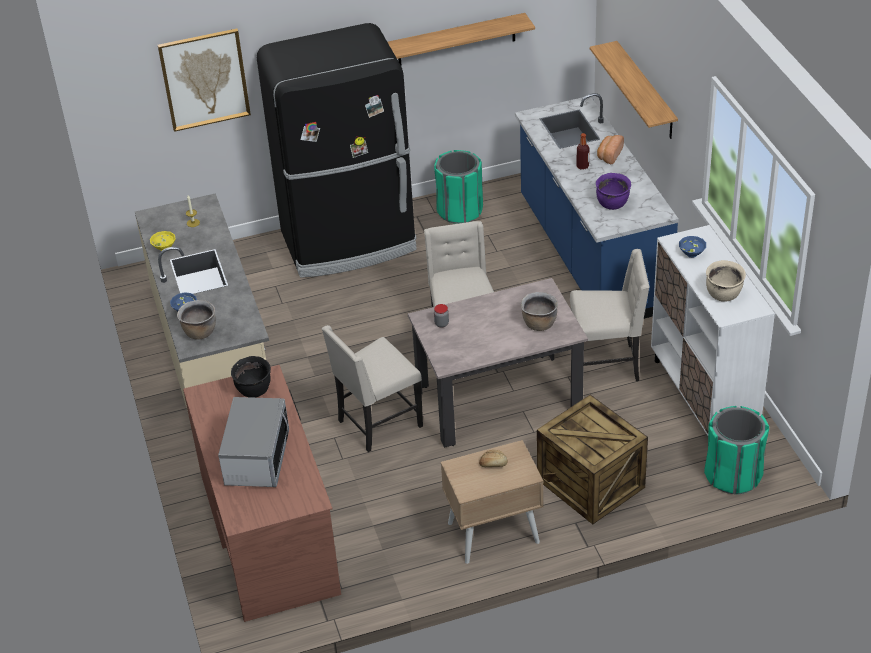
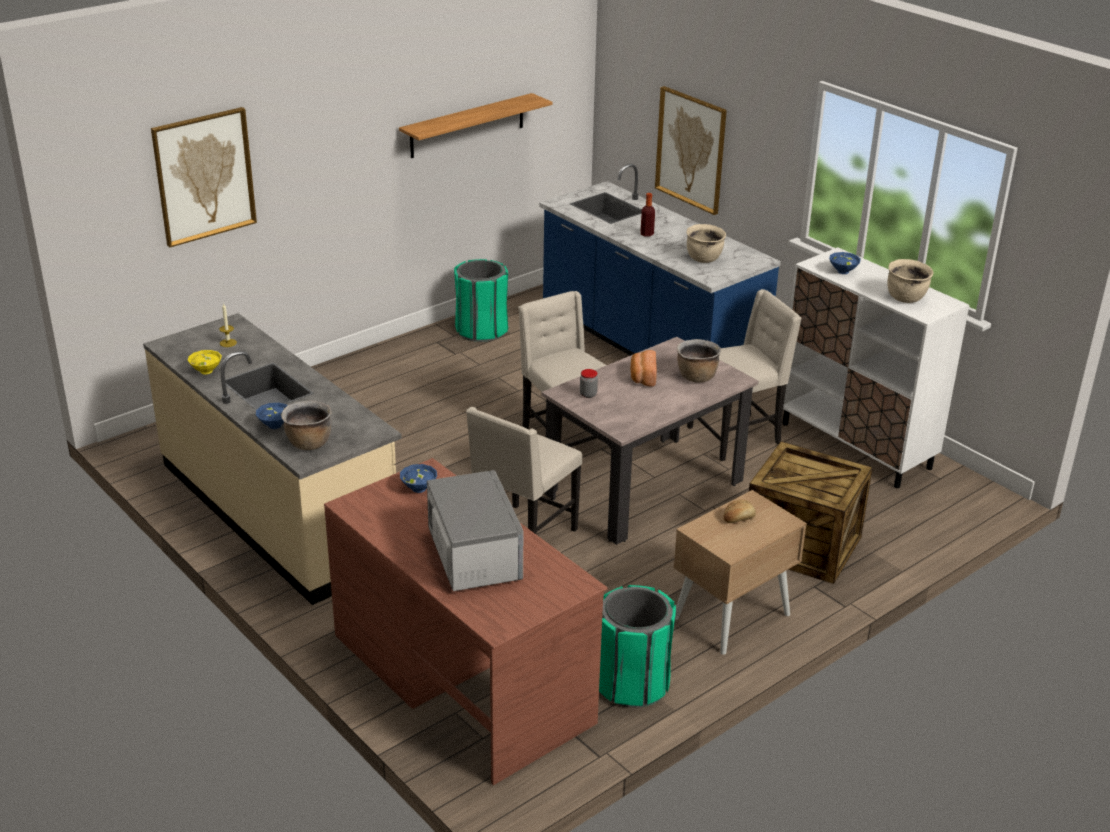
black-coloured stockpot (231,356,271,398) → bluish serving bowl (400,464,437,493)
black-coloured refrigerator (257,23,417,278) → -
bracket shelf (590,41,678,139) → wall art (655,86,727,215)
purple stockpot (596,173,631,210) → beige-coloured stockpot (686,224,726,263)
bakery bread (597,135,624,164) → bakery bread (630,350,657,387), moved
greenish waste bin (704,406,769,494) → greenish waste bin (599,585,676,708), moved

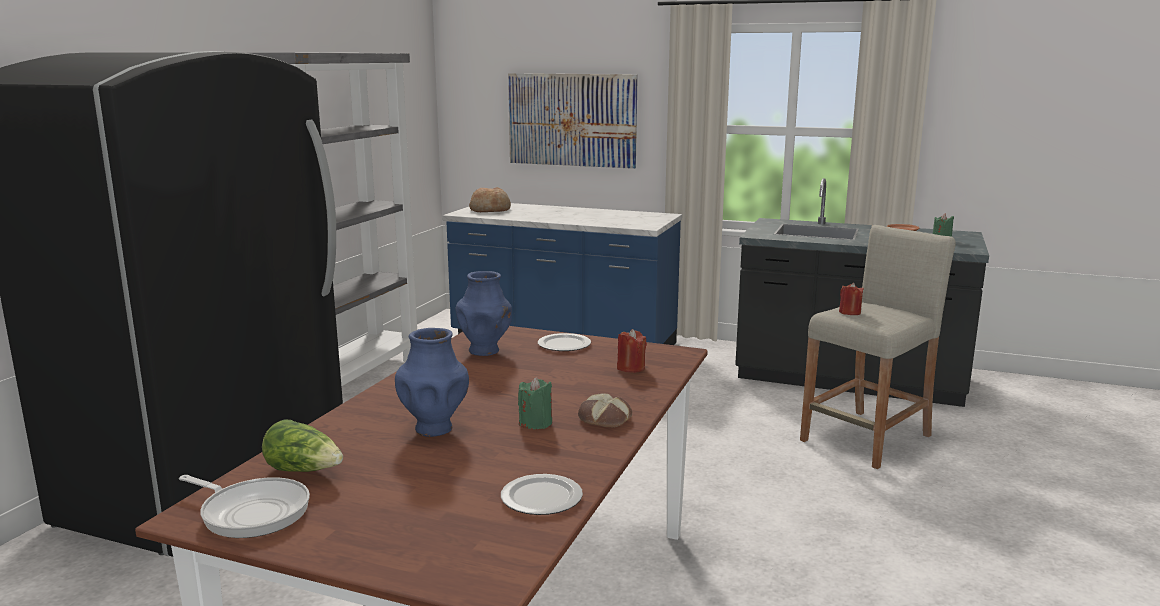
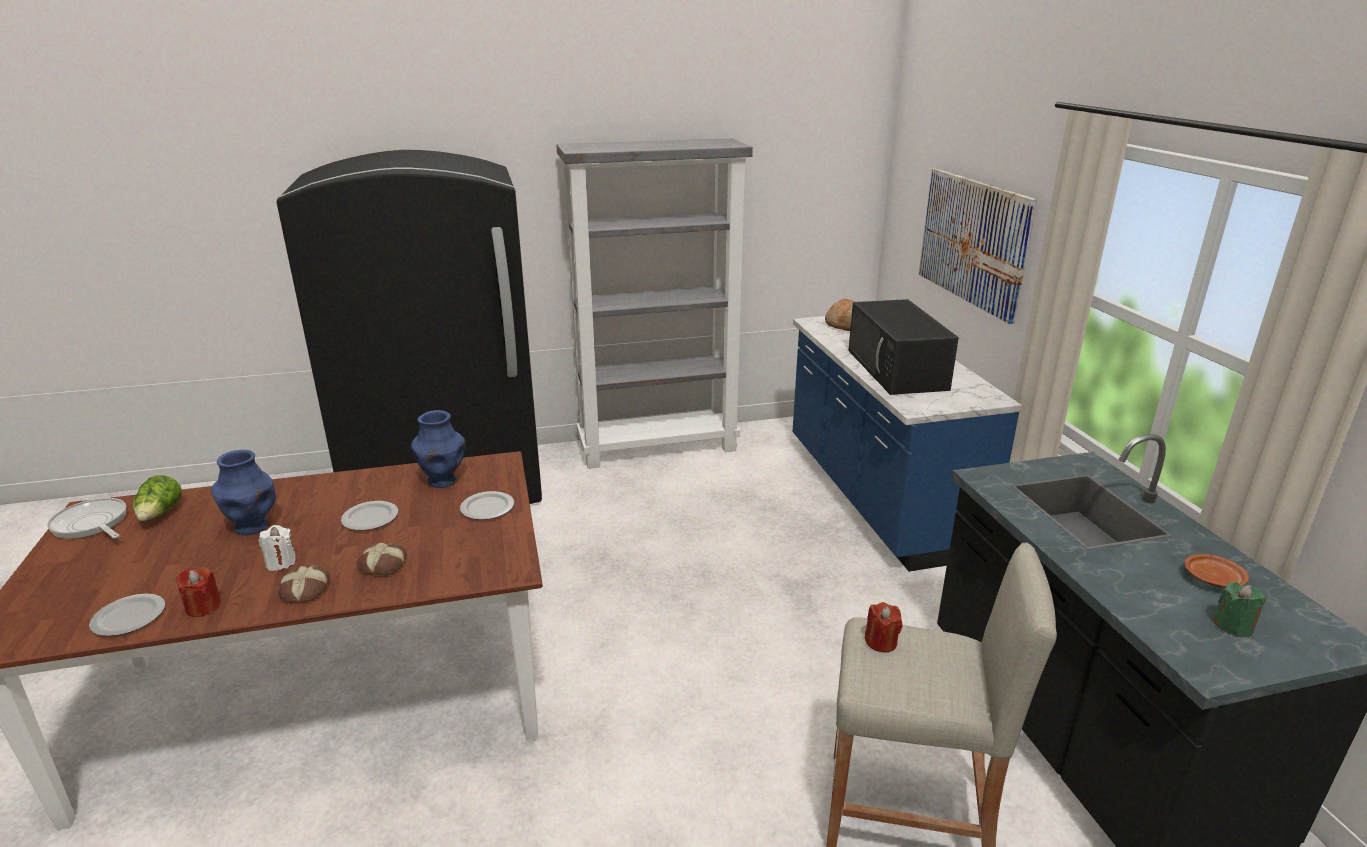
frying pan (179,475,310,538) → frying pan (47,498,126,539), 135 degrees clockwise
greenish candle (518,377,552,429) → white candle (258,525,297,571)
reddish candle (617,329,647,373) → reddish candle (176,567,221,617), moved
- → dinner plate (341,501,398,531)
- → bakery bread (357,543,407,576)
- → black-coloured microwave (848,299,959,395)

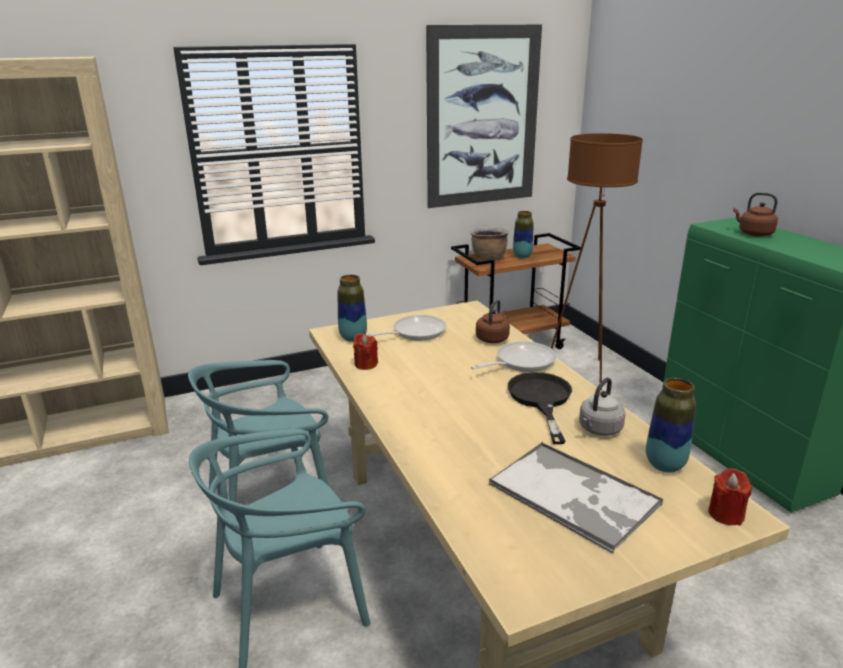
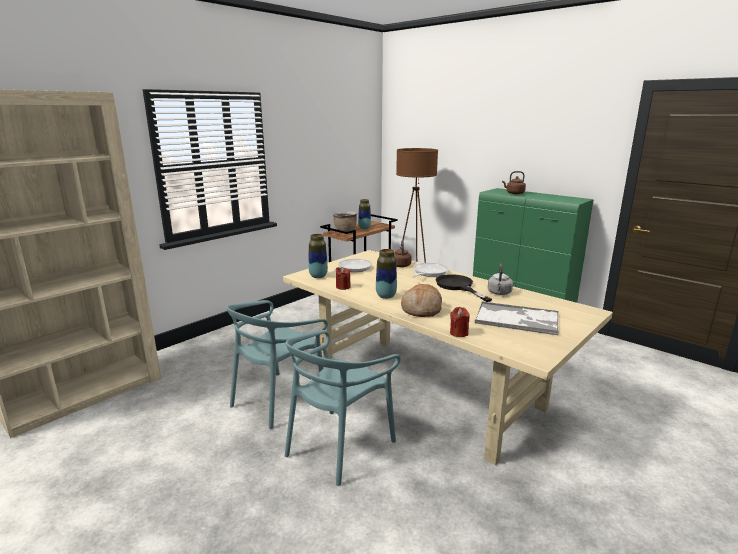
wall art (426,25,542,208) → -
vase (646,378,696,473) → vase (376,249,397,299), moved
reddish candle (708,468,752,525) → reddish candle (450,307,470,337), moved
- → bakery bread (401,284,442,317)

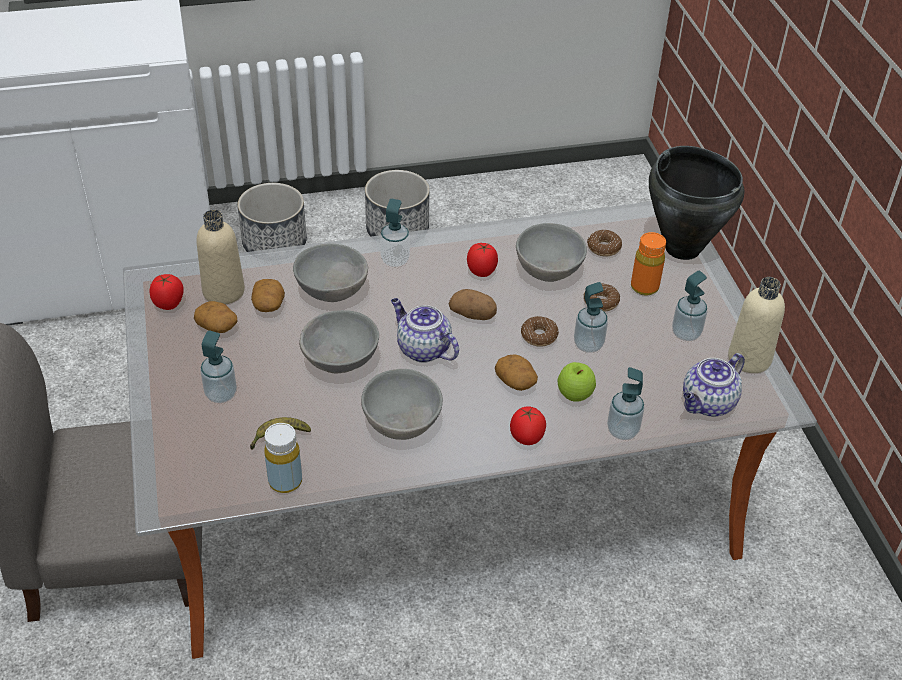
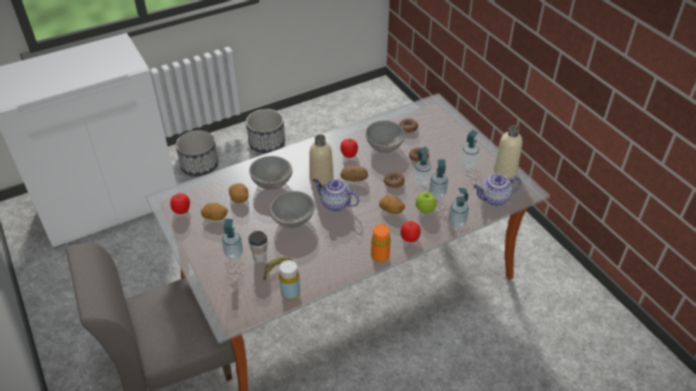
beige-coloured beverage bottle (197,210,245,305) → beige-coloured beverage bottle (309,134,334,187), moved
grey serving bowl (361,369,443,440) → -
soap dispenser (380,199,410,267) → soap dispenser (429,159,448,199), moved
orangey beverage bottle (631,232,666,296) → orangey beverage bottle (371,224,391,263), moved
black-coloured stockpot (649,146,744,260) → -
tea pot (683,353,745,417) → tea pot (474,174,521,206), 45 degrees clockwise
- → cup (248,231,267,263)

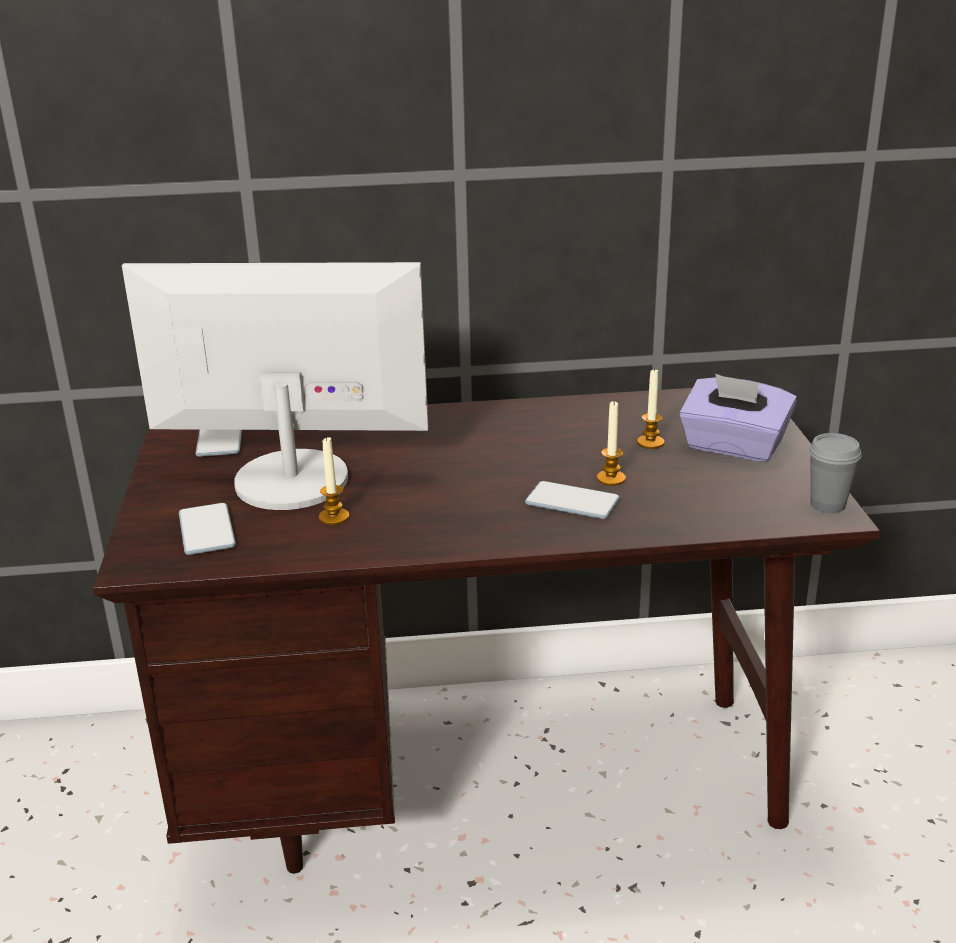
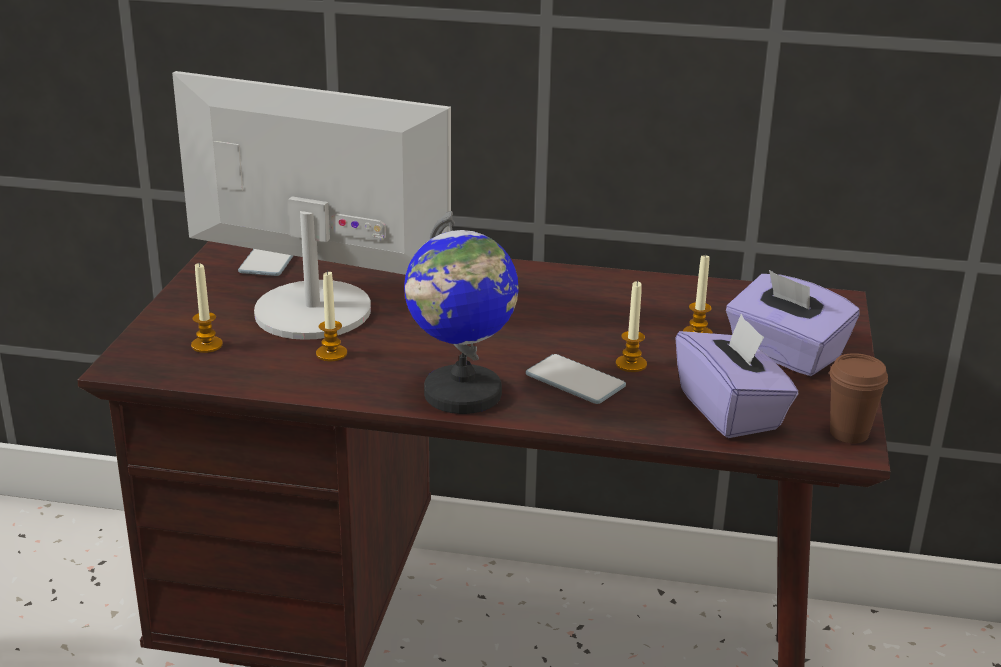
handset (179,503,236,555) → candle (191,263,223,353)
grey cup (809,433,862,513) → brown-coloured cup (829,353,888,443)
- → desk globe (404,211,519,414)
- → purple tissue holder (675,313,798,438)

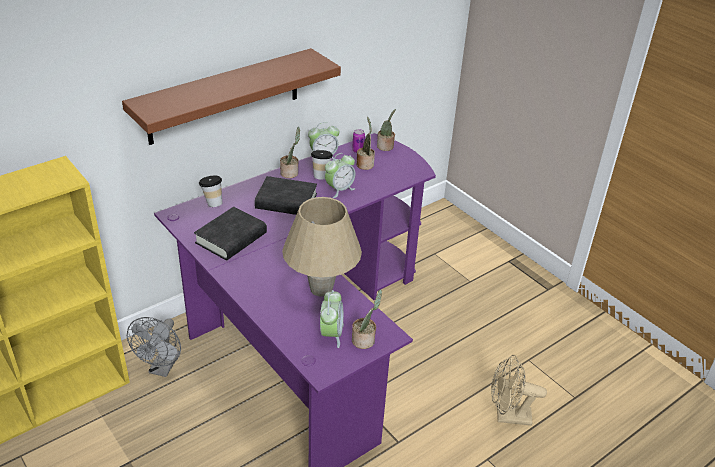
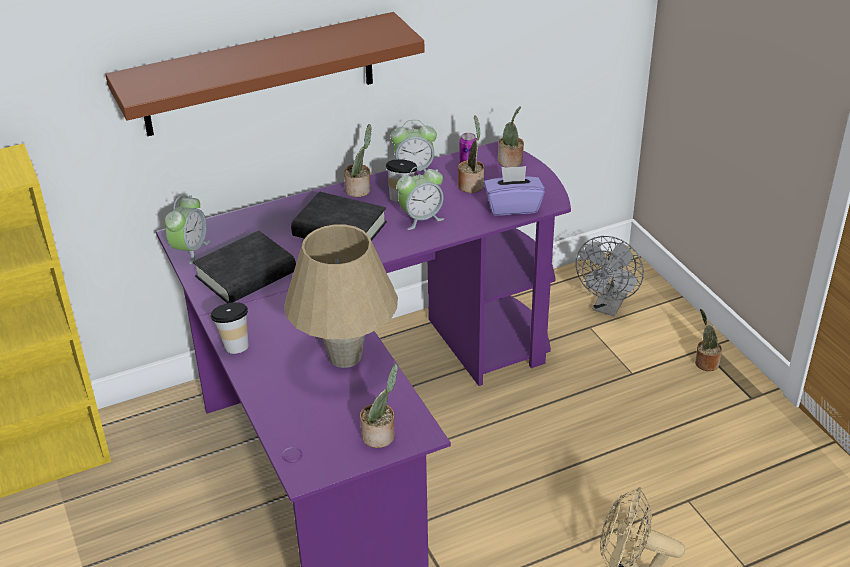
grey fan (127,317,181,377) → grey fan (576,236,644,316), moved
cup (199,176,222,207) → cup (210,302,249,354), moved
alarm clock (320,290,344,348) → alarm clock (164,195,210,264), moved
- → purple tissue holder (484,166,545,216)
- → houseplant (695,309,722,371)

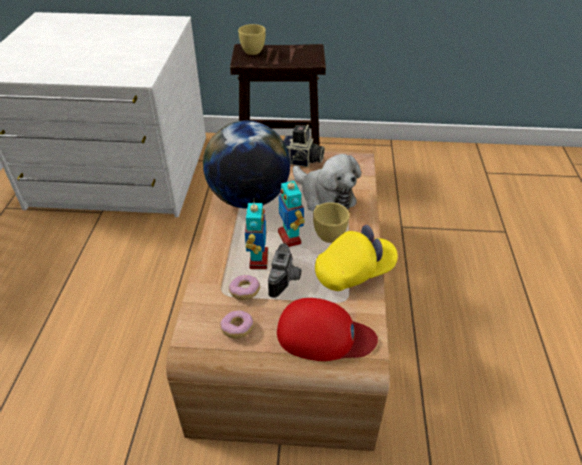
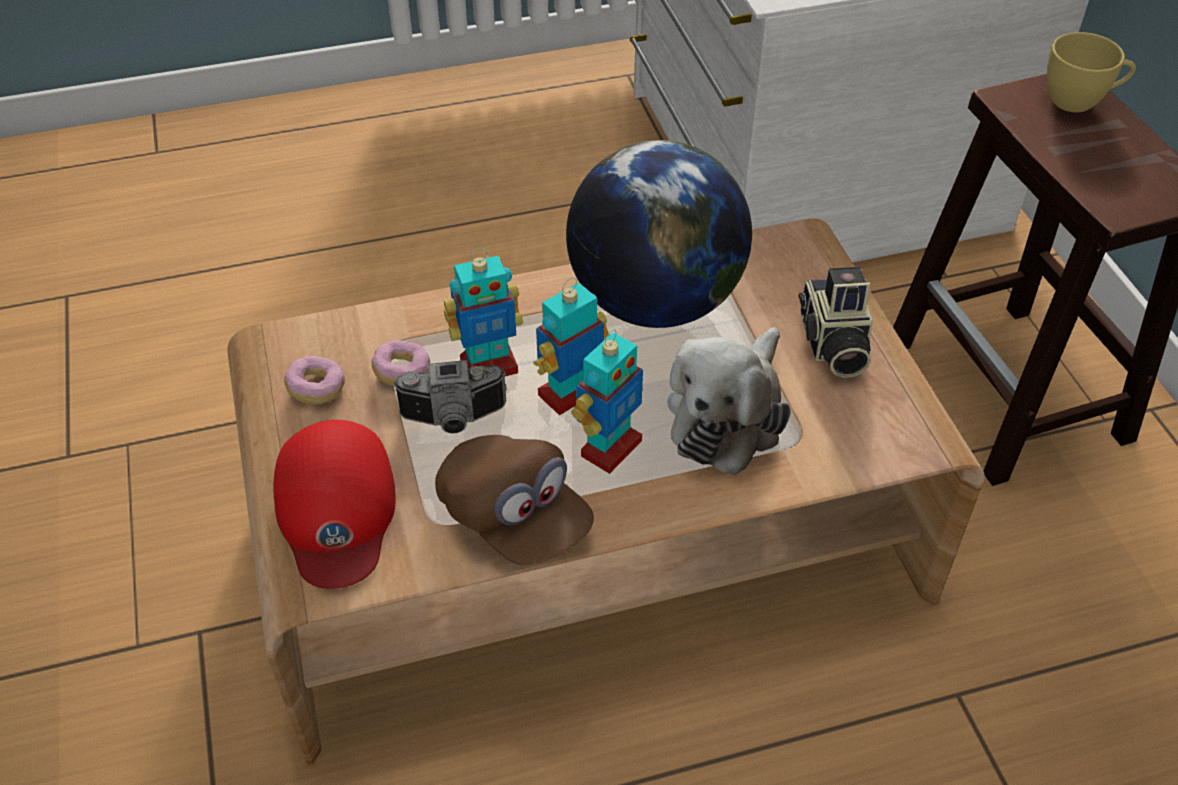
yellow cup (313,202,349,243) → toy robot (571,330,643,474)
yellow cap (315,225,398,291) → brown-coloured cap (435,435,594,565)

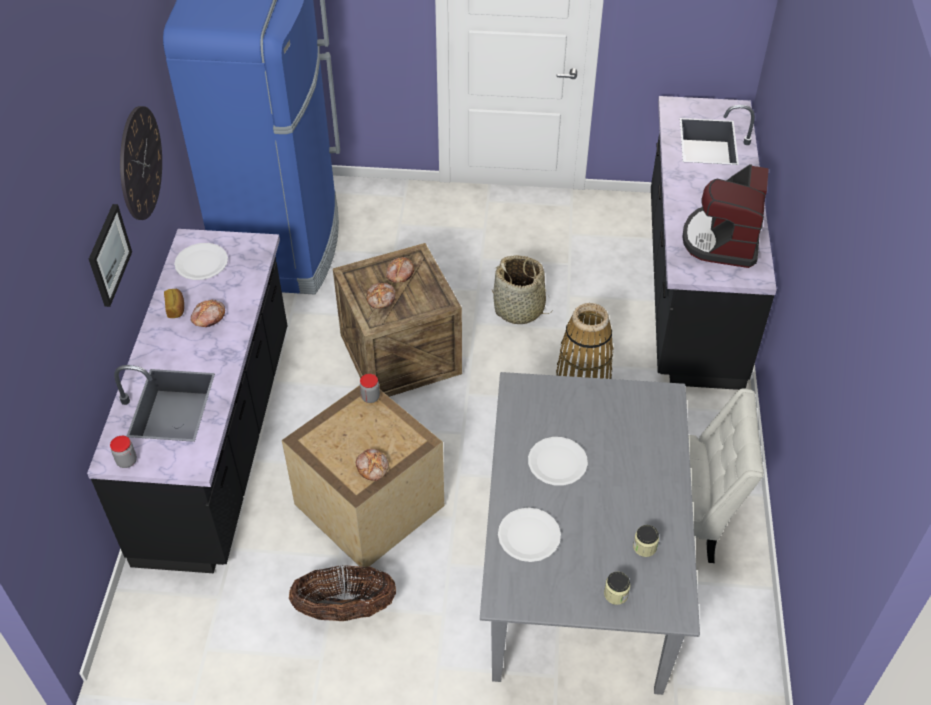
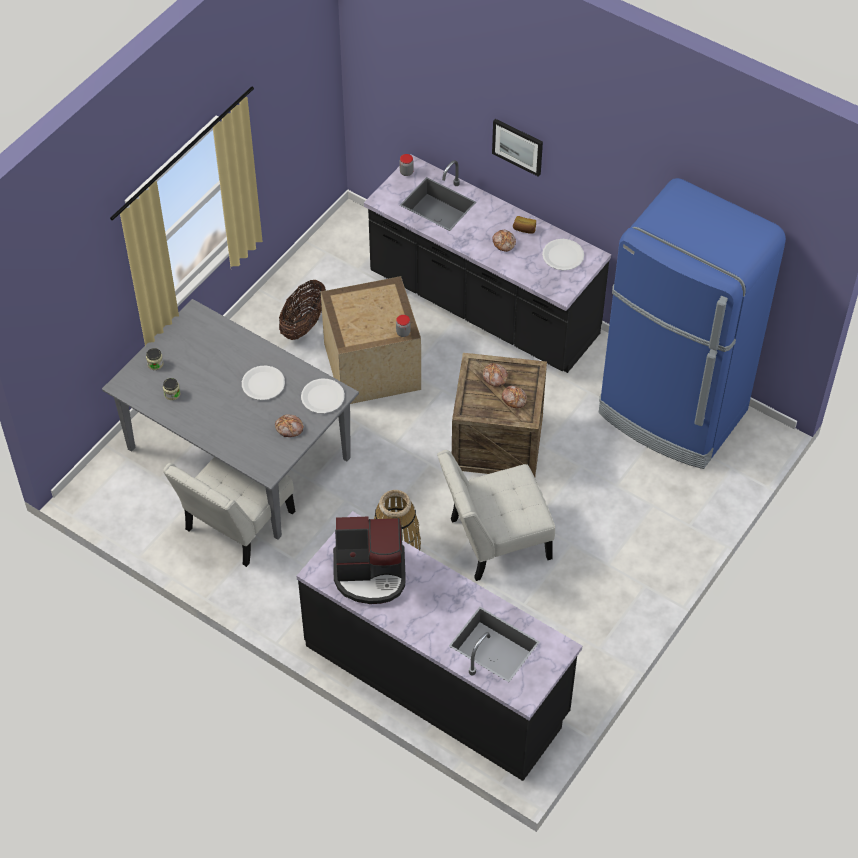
hanging clock (120,106,162,220) → -
bakery bread (356,449,389,481) → bakery bread (275,414,304,437), moved
household basket (492,255,553,324) → white chair (437,450,555,581)
white dinner plate (498,508,561,562) → white dinner plate (301,378,345,414), moved
coffee machine (682,164,769,268) → coffee machine (333,517,406,604), 135 degrees clockwise

